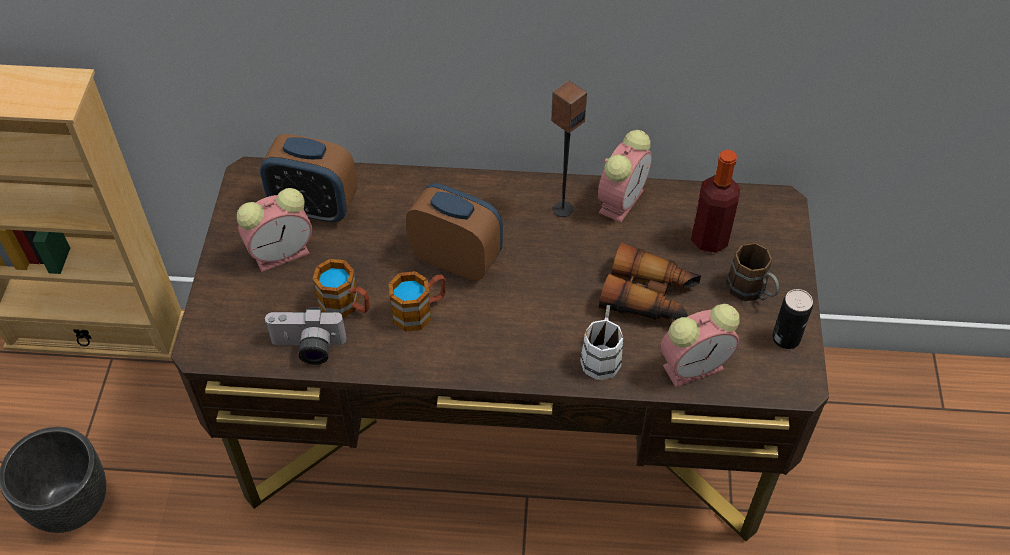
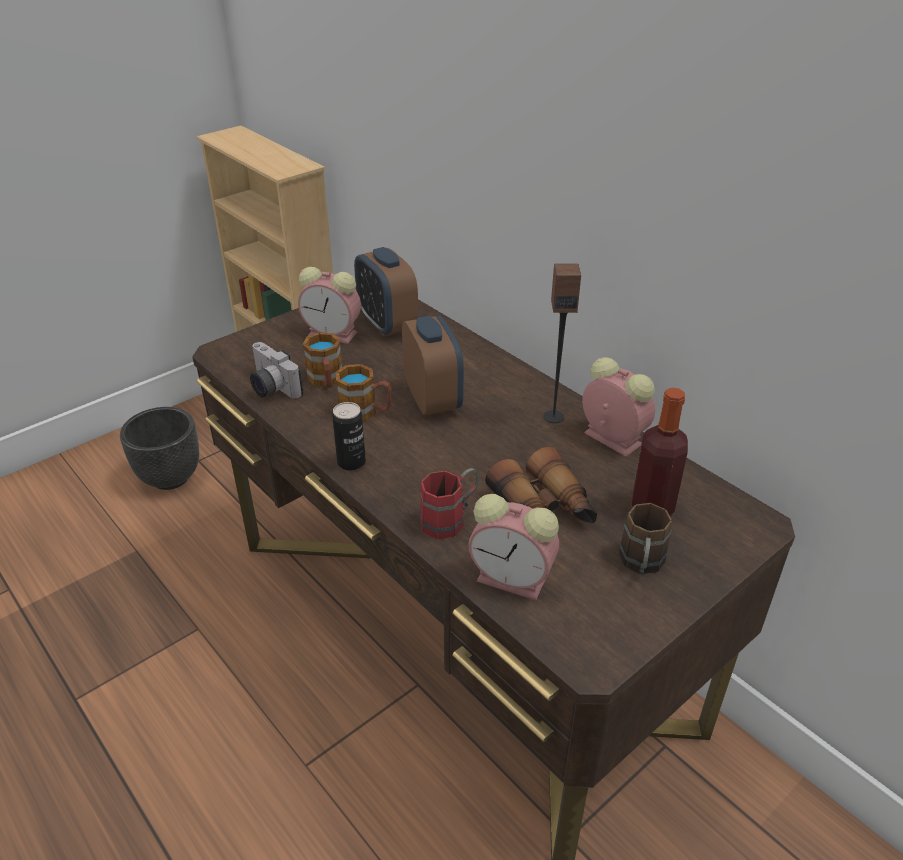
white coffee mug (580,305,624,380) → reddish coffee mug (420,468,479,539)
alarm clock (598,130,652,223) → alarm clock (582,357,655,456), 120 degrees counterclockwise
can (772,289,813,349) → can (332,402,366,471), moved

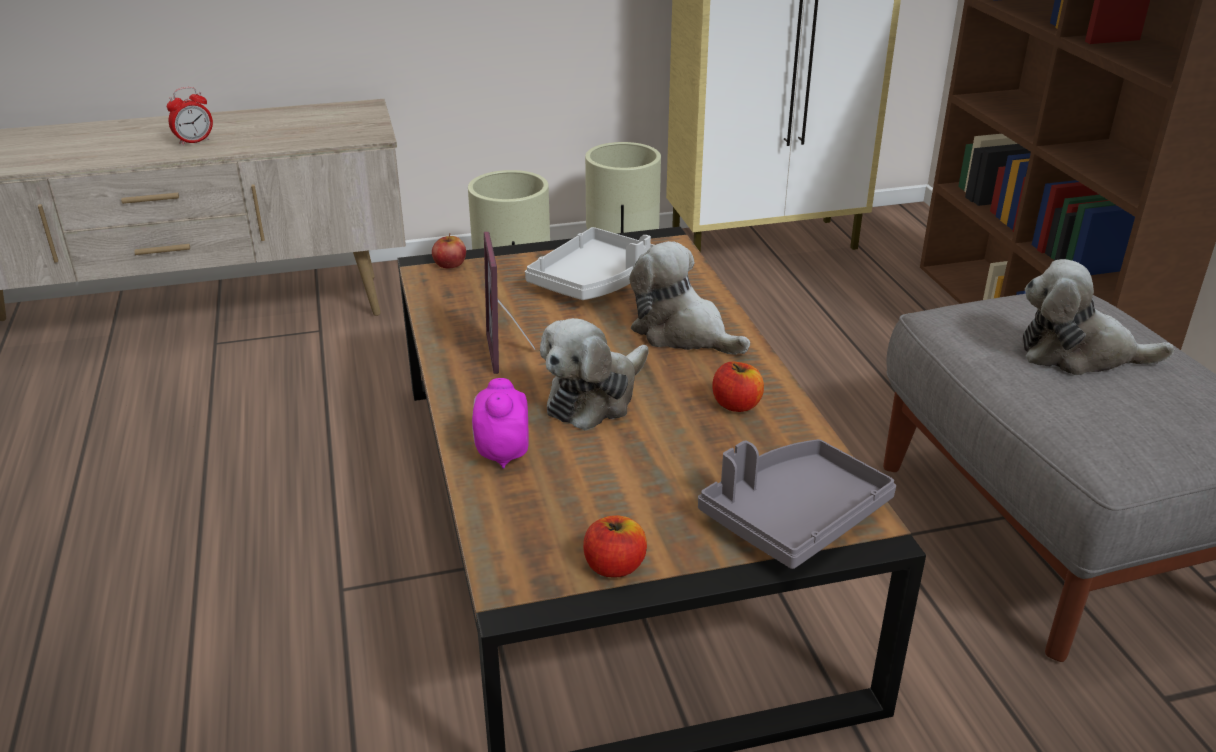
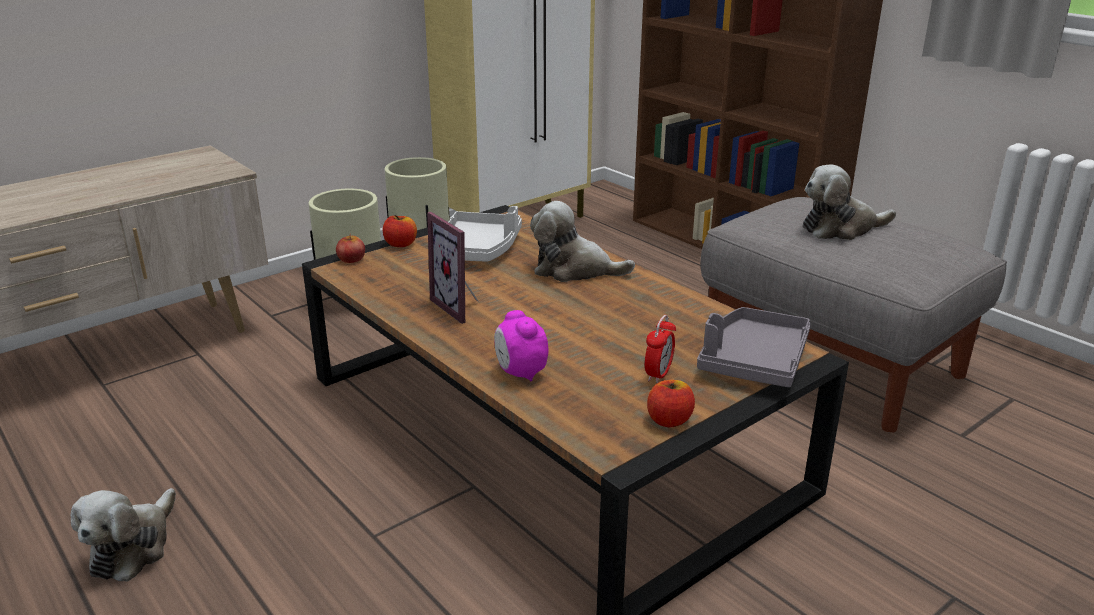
alarm clock (167,87,213,146) → alarm clock (645,315,676,383), moved
plush toy (540,318,649,430) → plush toy (71,488,176,582), moved
whole apple (712,362,764,412) → whole apple (383,215,417,247), moved

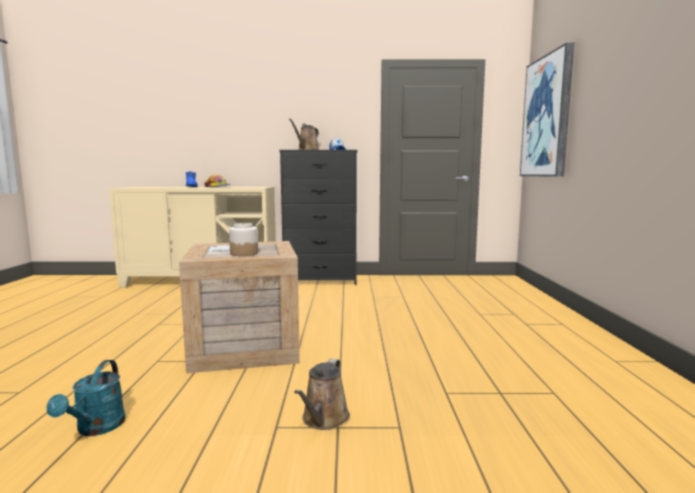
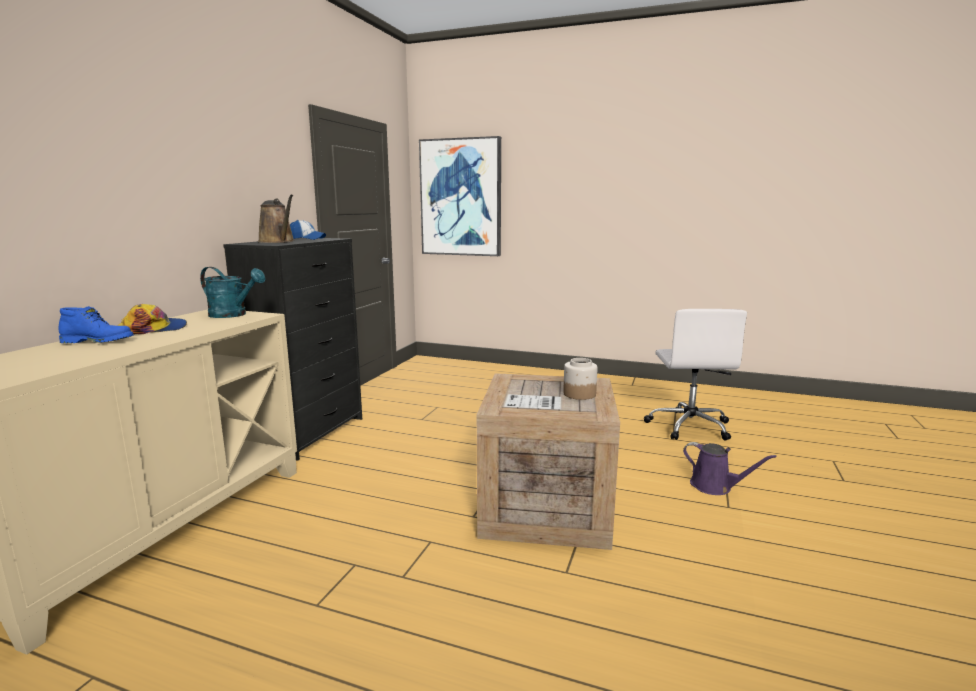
turquoise-coloured watering can (46,360,125,436) → turquoise-coloured watering can (200,267,265,318), moved
brown-coloured watering can (294,359,350,430) → purple watering can (683,442,777,495)
- → white desk chair (644,309,747,441)

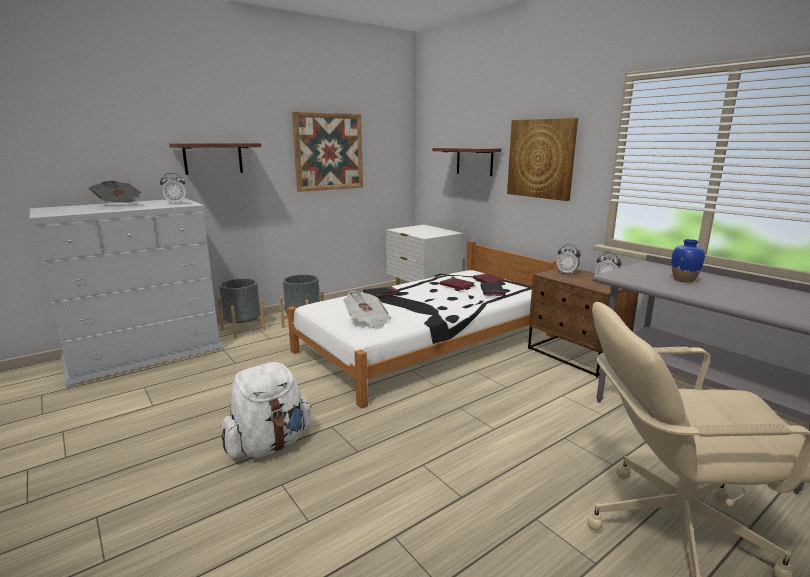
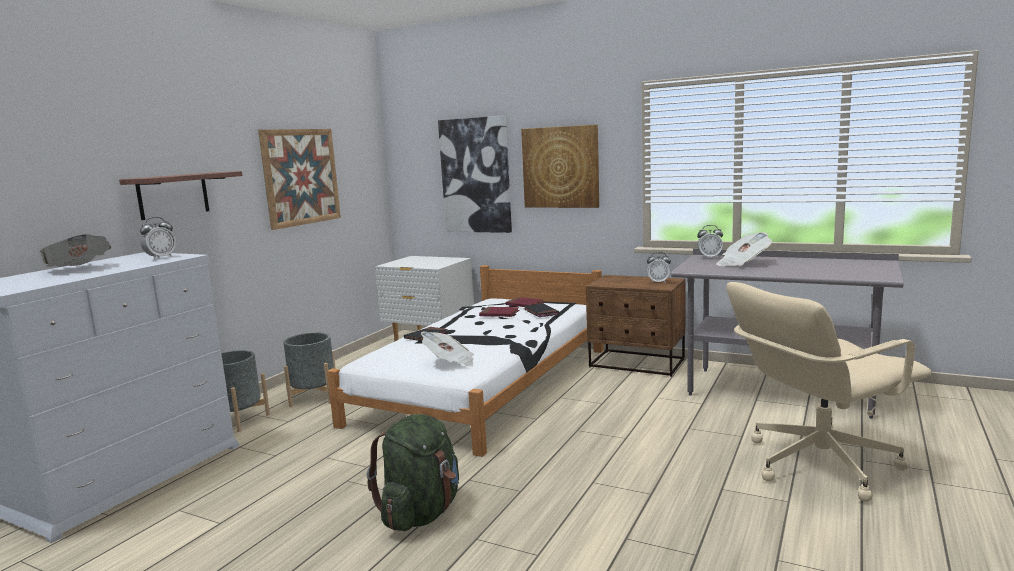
white backpack (222,362,312,458) → greenish backpack (367,414,459,531)
bracket shelf (432,148,501,176) → wall art (438,115,512,233)
alarm clock (557,245,581,275) → alarm clock (697,225,723,259), moved
bluish vase (672,239,705,283) → printed paper (716,232,772,266)

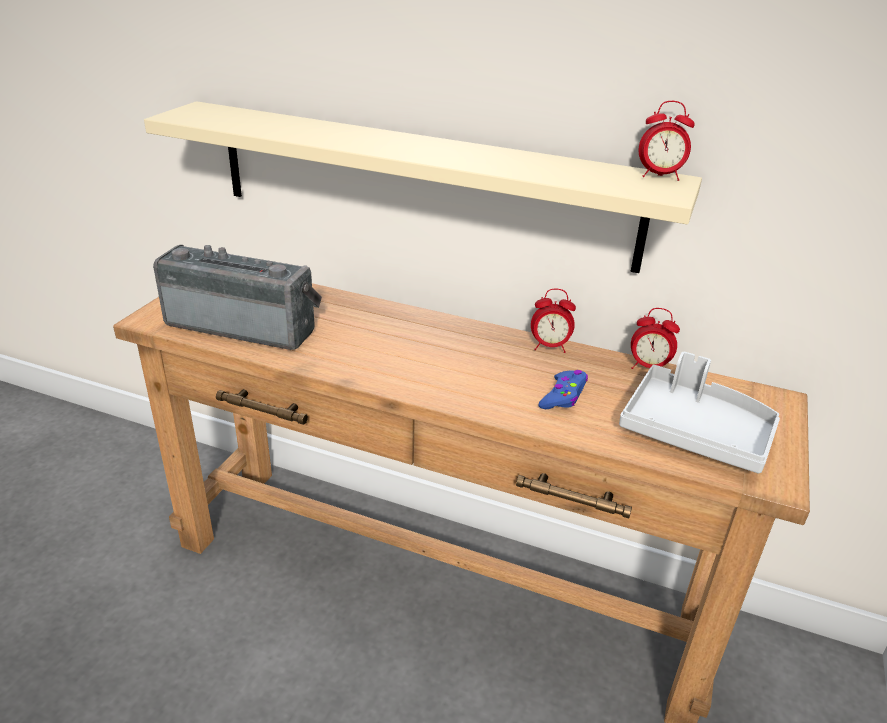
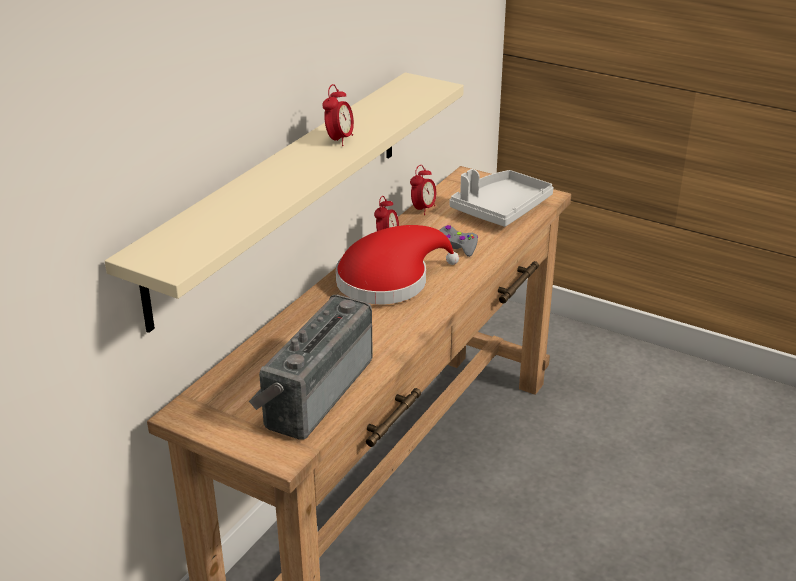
bluish gamepad (539,370,588,409) → grey gamepad (439,225,478,257)
alarm clock (639,101,695,181) → alarm clock (322,84,354,146), moved
- → reddish clothing hat (336,225,459,304)

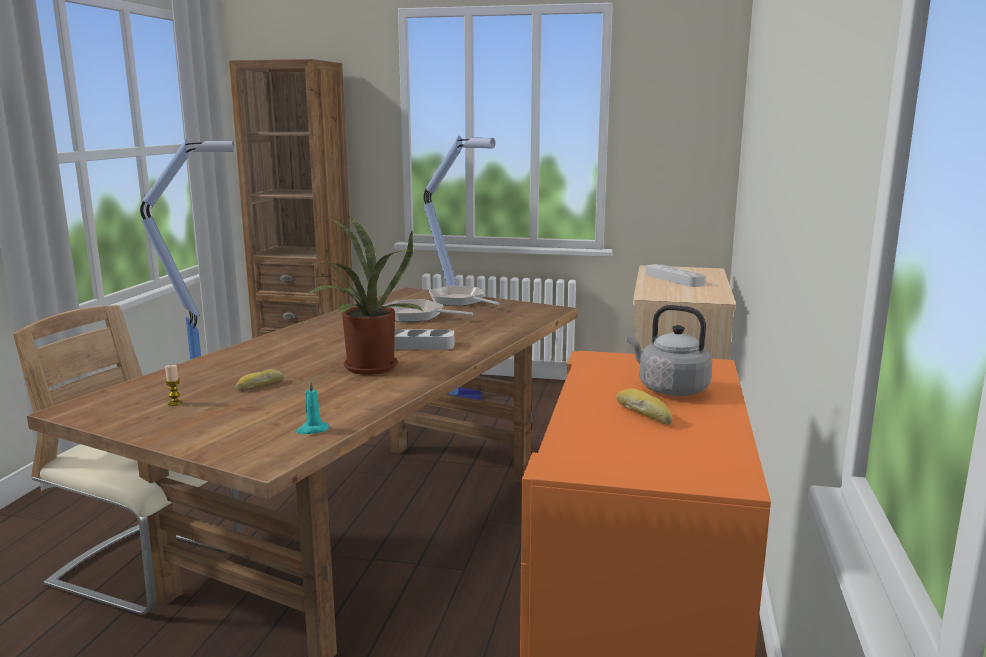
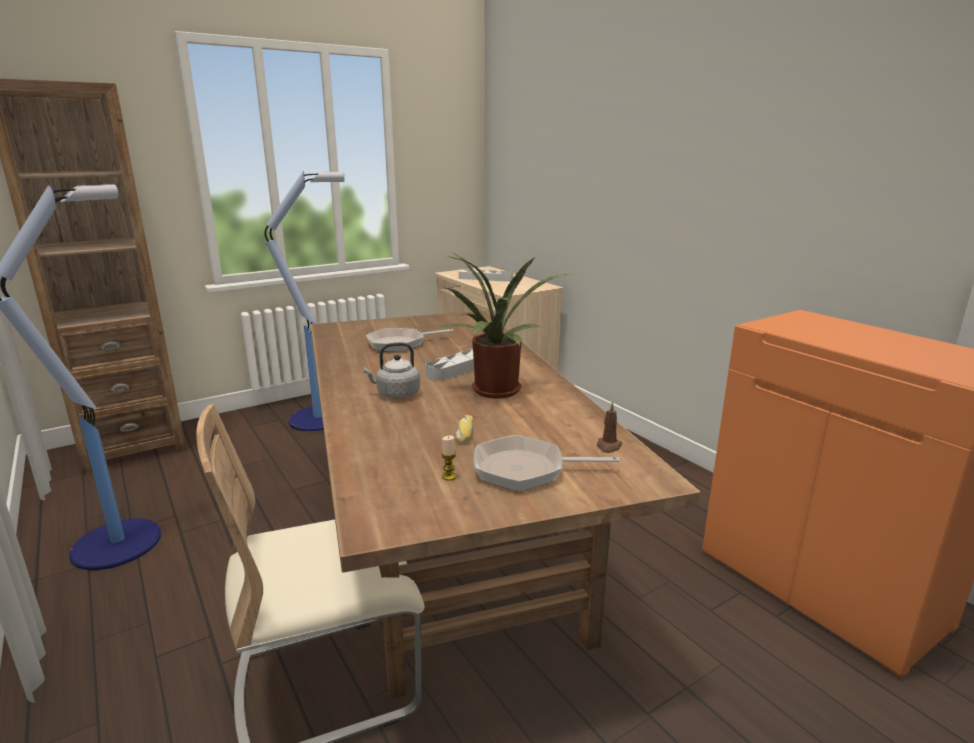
turquoise-coloured candle (296,380,329,434) → brown-coloured candle (597,402,623,453)
frying pan (429,286,500,306) → frying pan (474,435,619,491), moved
bakery bread (616,388,672,425) → -
grey tea kettle (627,305,712,396) → grey tea kettle (363,342,420,398), moved

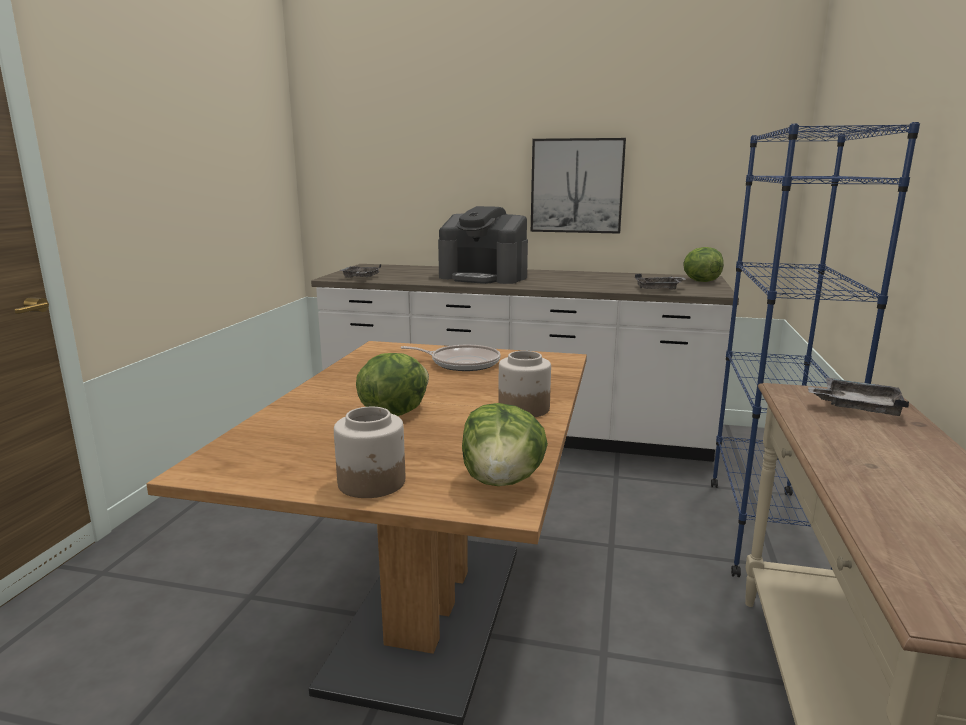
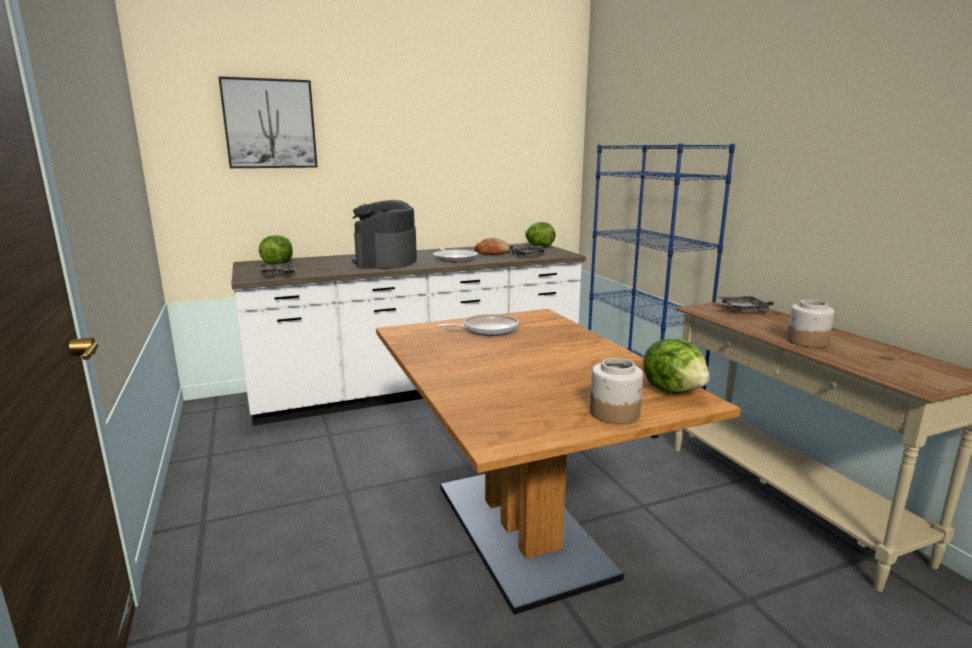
head of lettuce (356,353,429,416) → head of lettuce (259,235,293,265), moved
coffee machine (438,206,528,284) → coffee machine (352,200,417,269), 105 degrees clockwise
preserve jar (498,351,551,417) → preserve jar (787,300,834,348), moved
wall art (531,138,626,234) → wall art (218,76,318,168), moved
- → frying pan (433,247,478,262)
- → bakery bread (475,238,511,255)

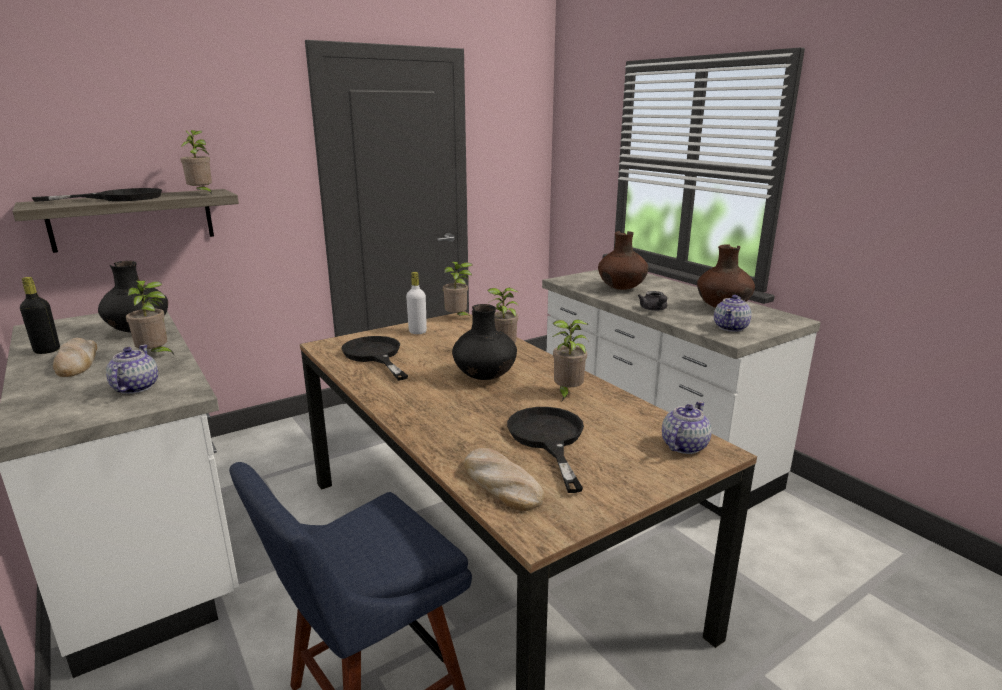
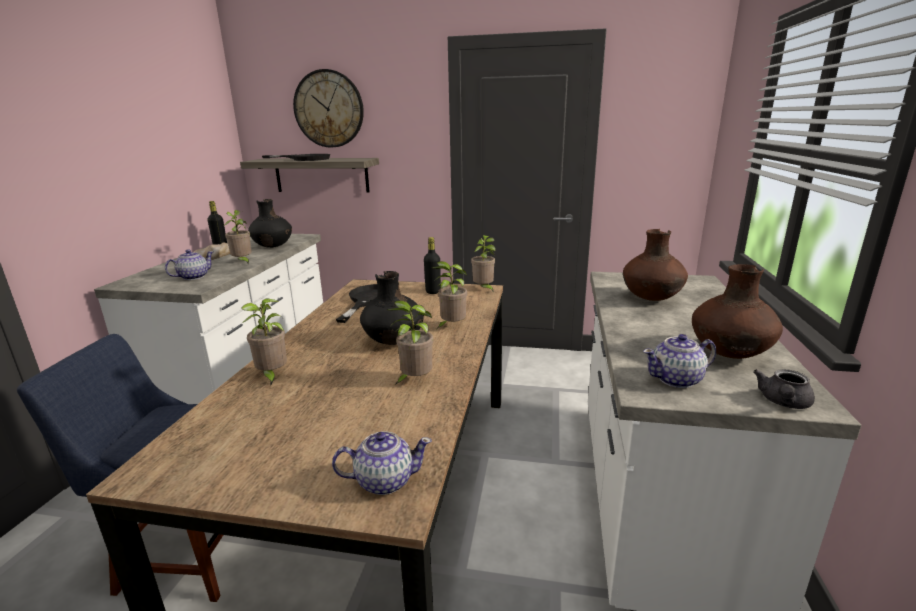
houseplant (180,130,212,195) → houseplant (241,298,287,387), moved
white beverage bottle (406,272,427,334) → black-coloured beverage bottle (424,237,441,294)
bakery bread (464,448,544,511) → -
black-coloured frying pan (507,407,584,493) → -
grey tea pot (638,291,667,311) → grey tea pot (753,369,815,409), moved
- → hanging clock (293,69,364,148)

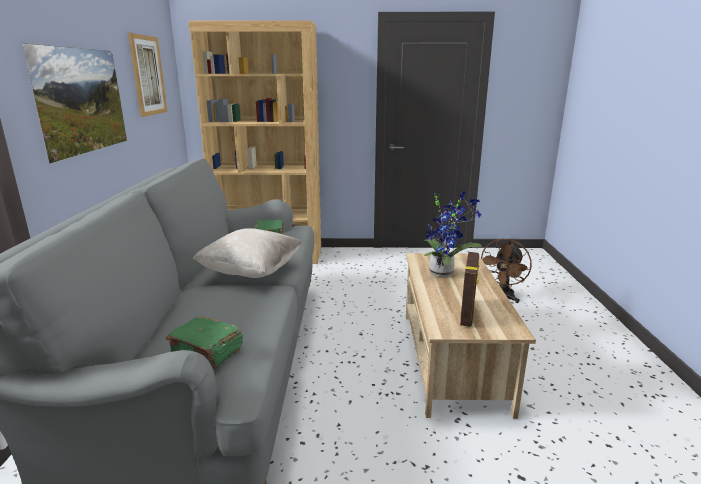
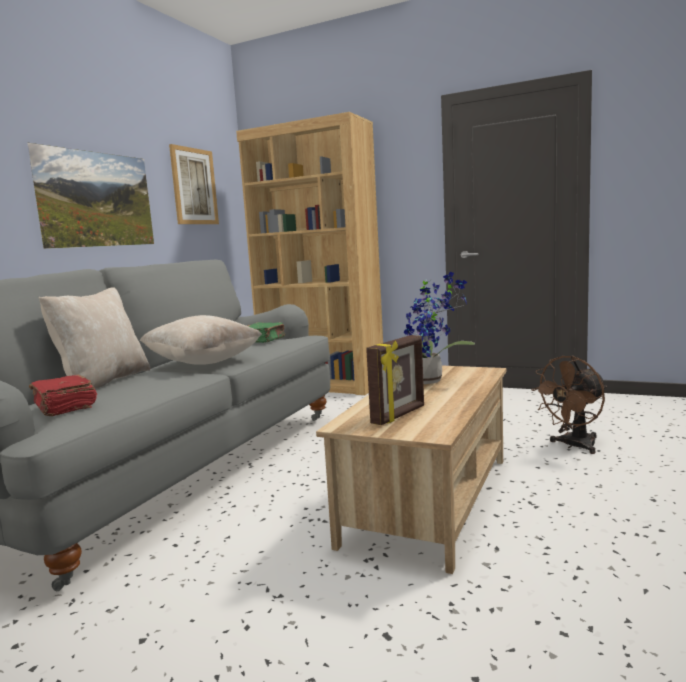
greenish volume (166,316,243,368) → reddish volume (29,374,97,416)
- → beige-coloured cushion (39,287,151,388)

